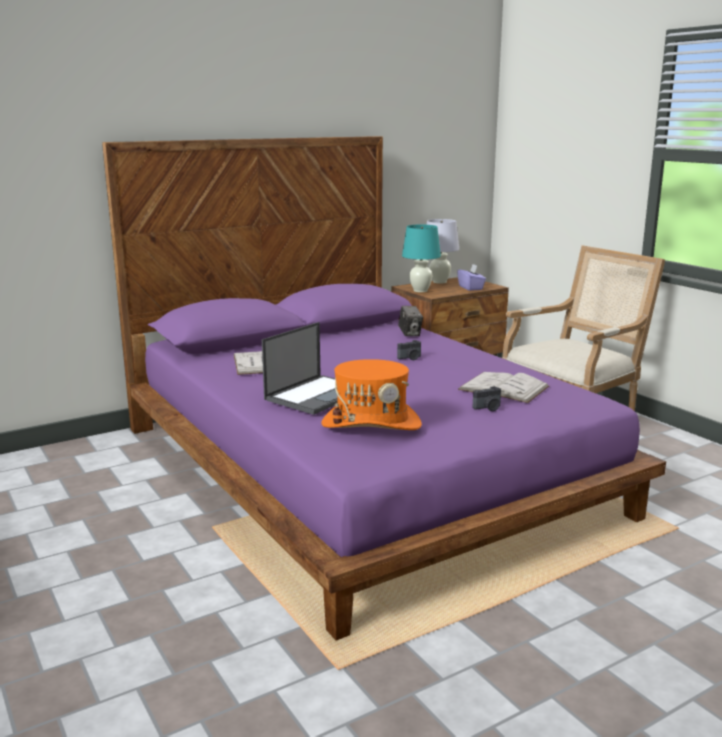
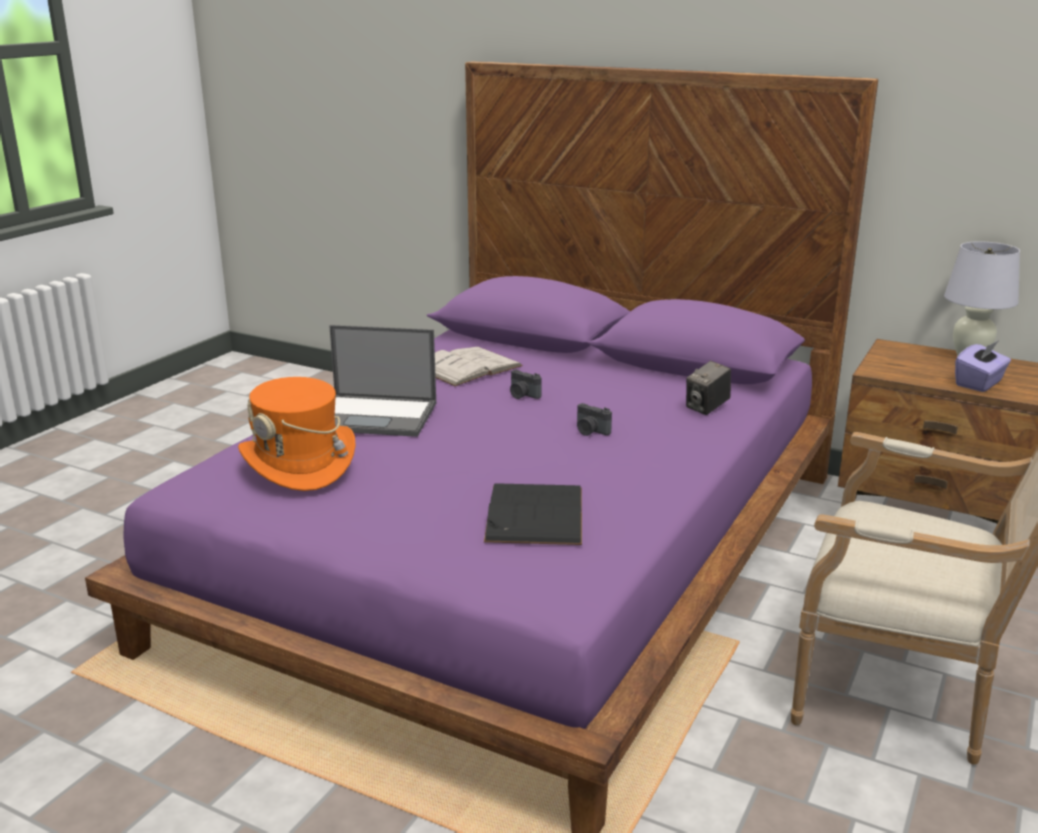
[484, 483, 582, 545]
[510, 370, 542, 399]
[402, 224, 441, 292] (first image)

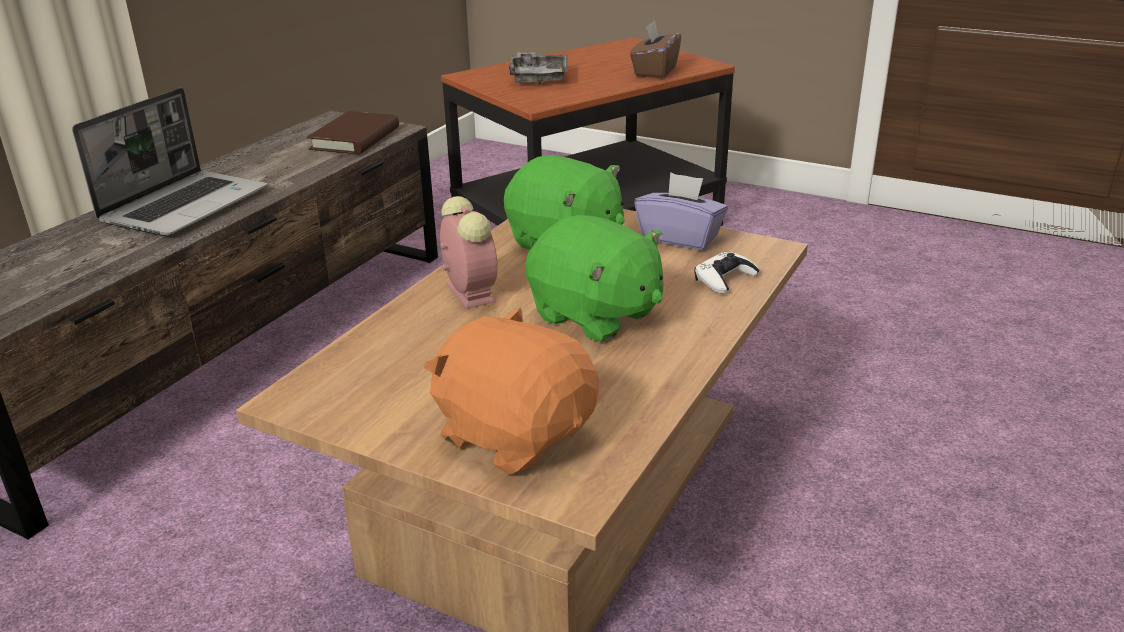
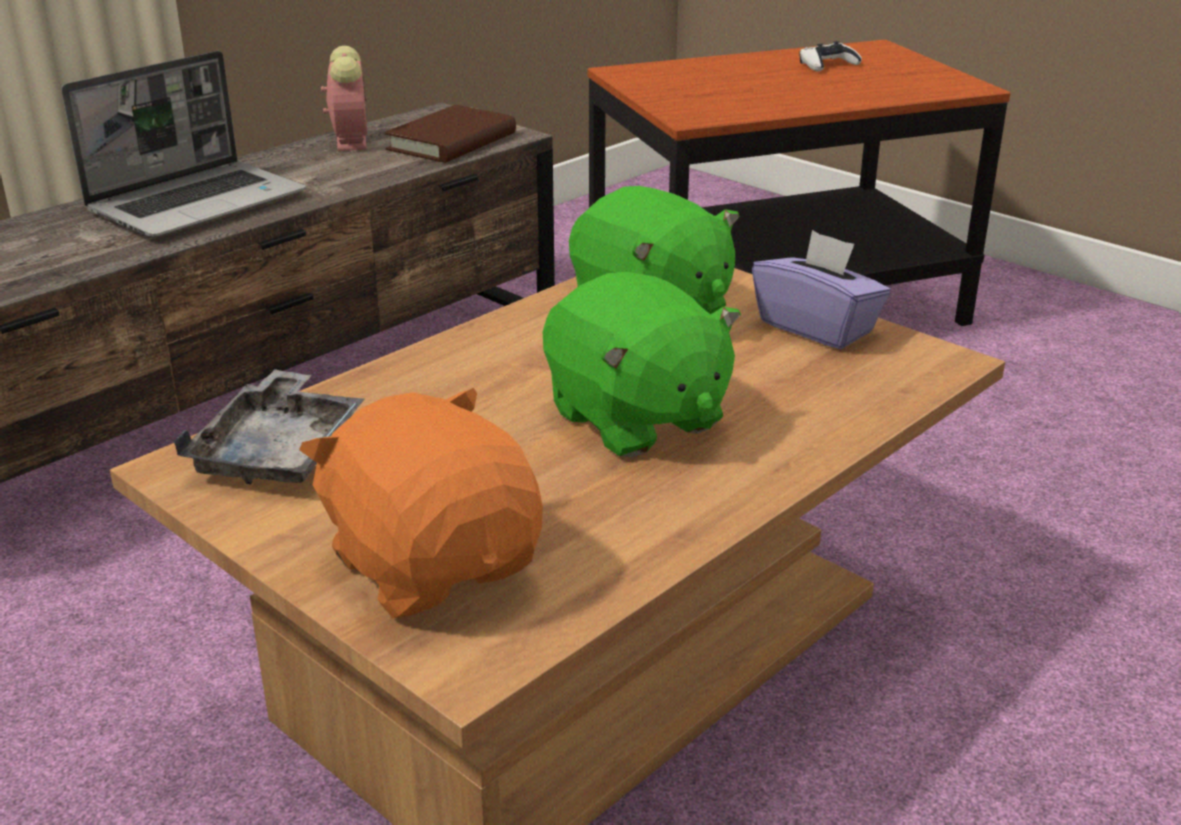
[173, 369, 365, 484]
[321, 46, 367, 151]
[799, 41, 862, 72]
[630, 21, 681, 78] (first image)

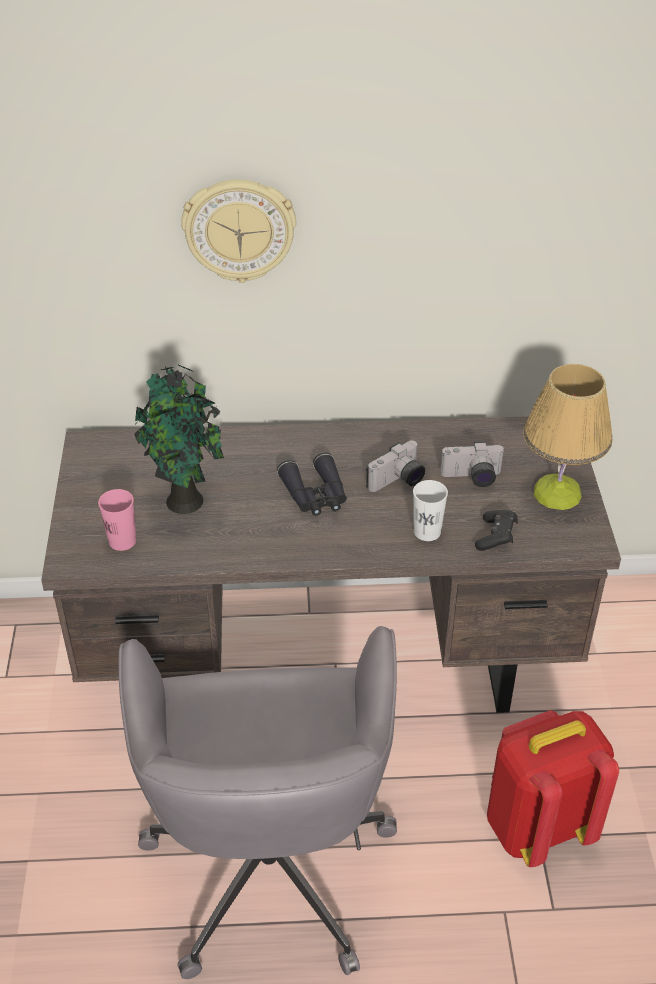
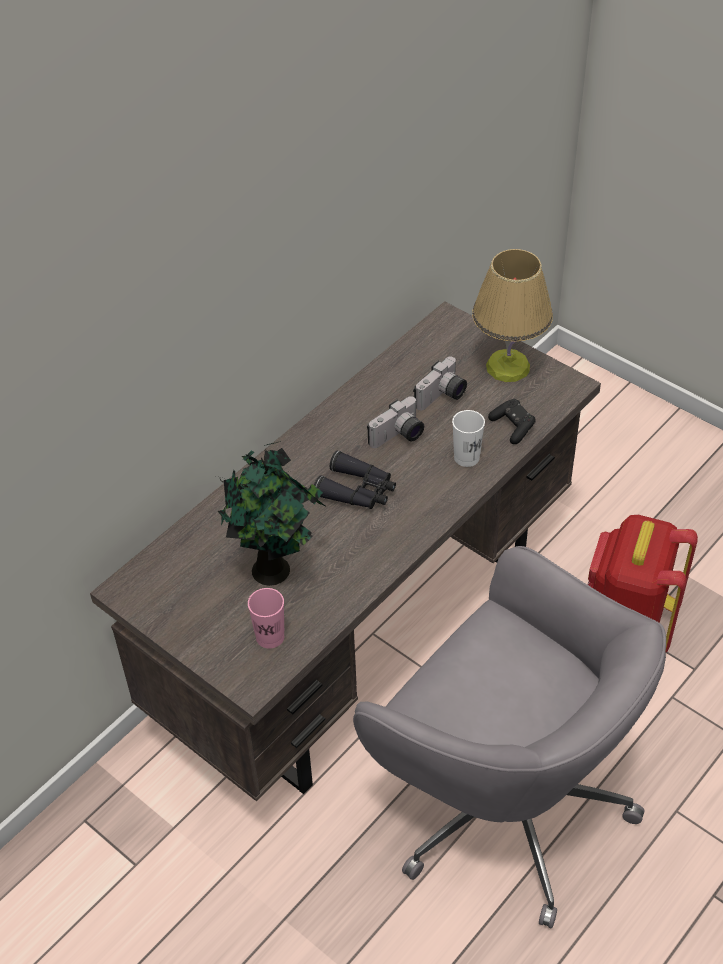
[367, 396, 424, 448]
[181, 179, 296, 283] (first image)

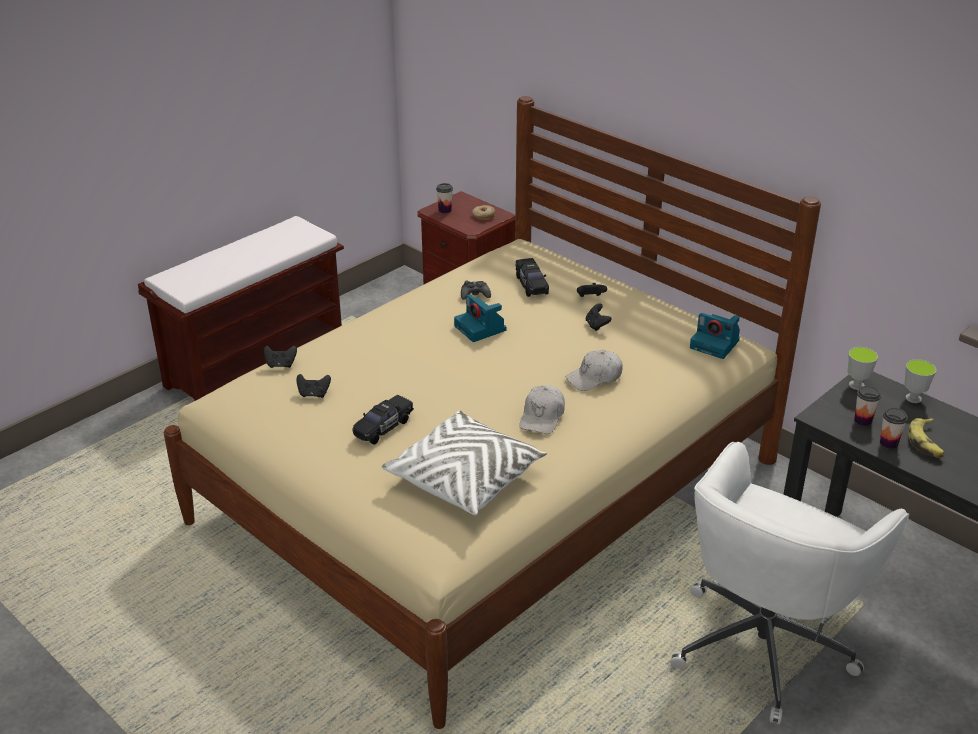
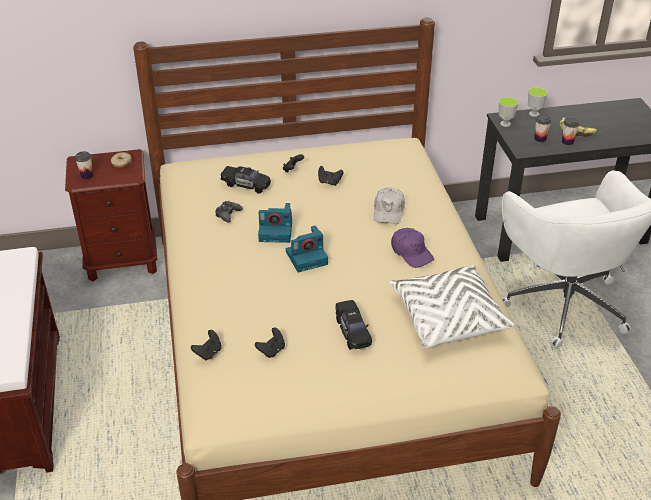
[286, 226, 328, 272]
[391, 228, 434, 268]

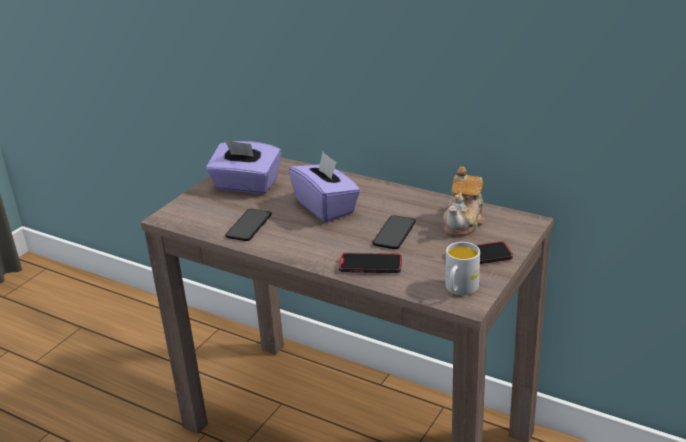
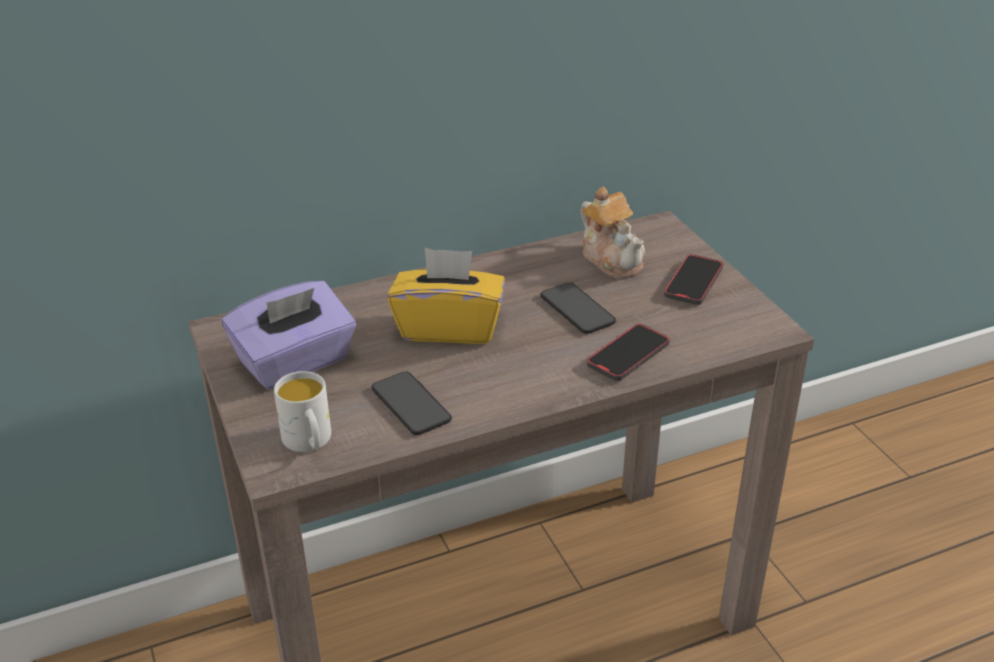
[274, 371, 331, 452]
[387, 248, 505, 344]

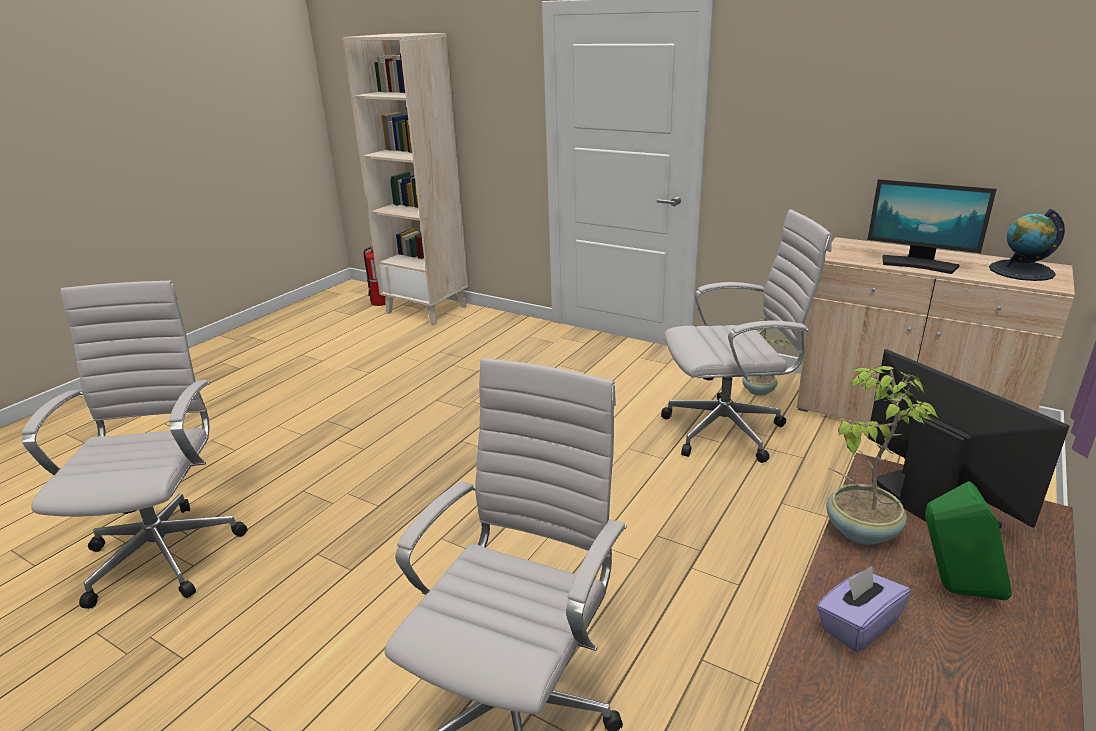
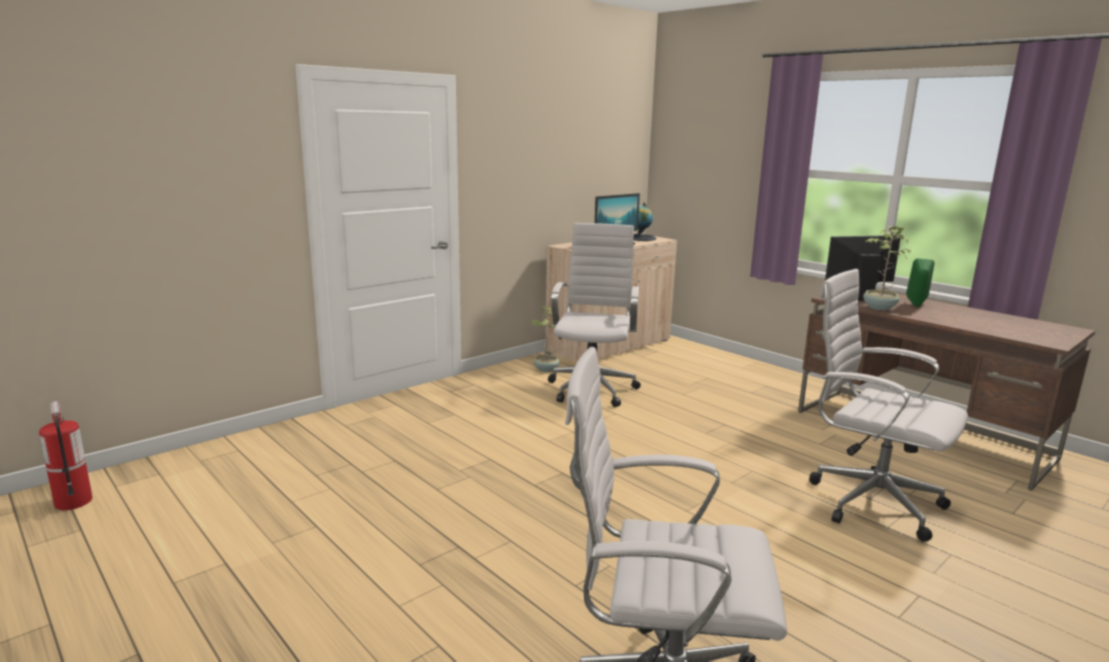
[342, 33, 468, 325] (first image)
[816, 566, 911, 653] (first image)

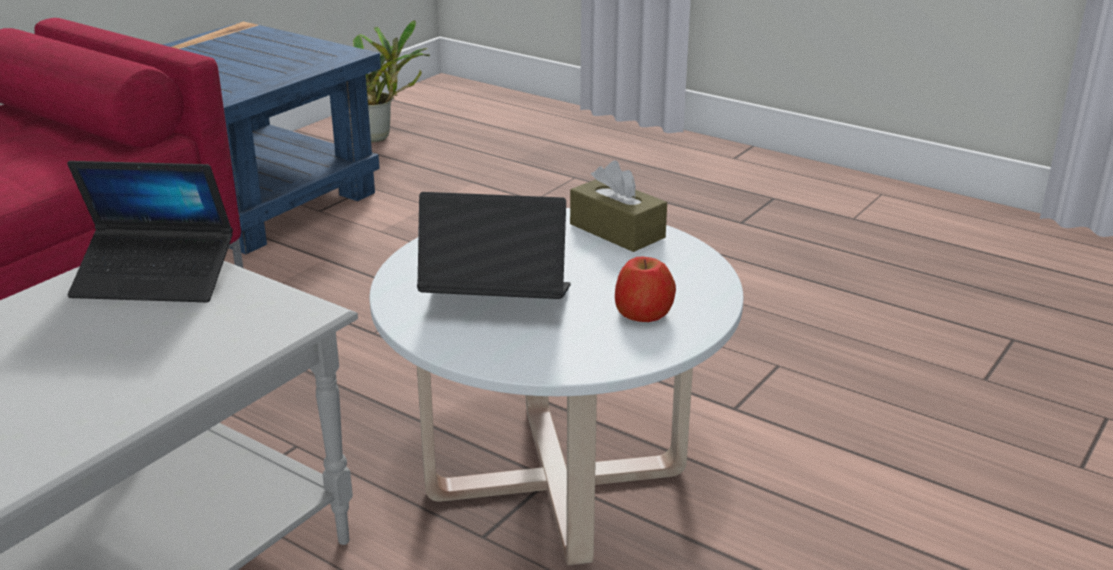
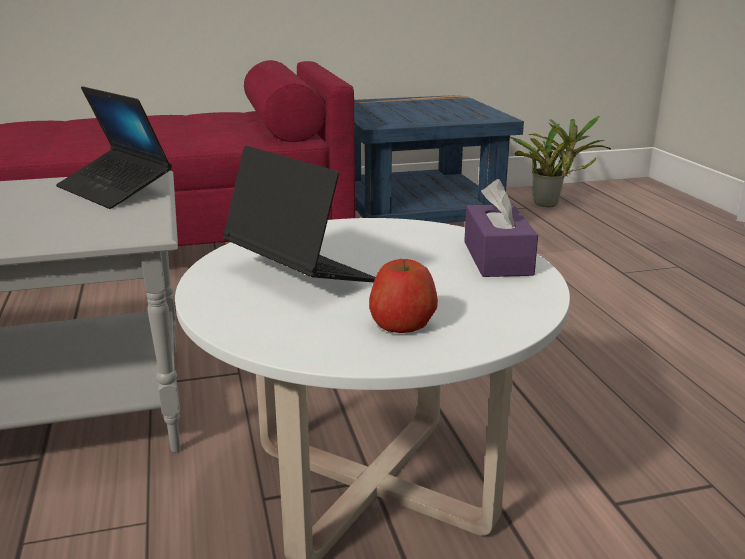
[464, 179, 538, 277]

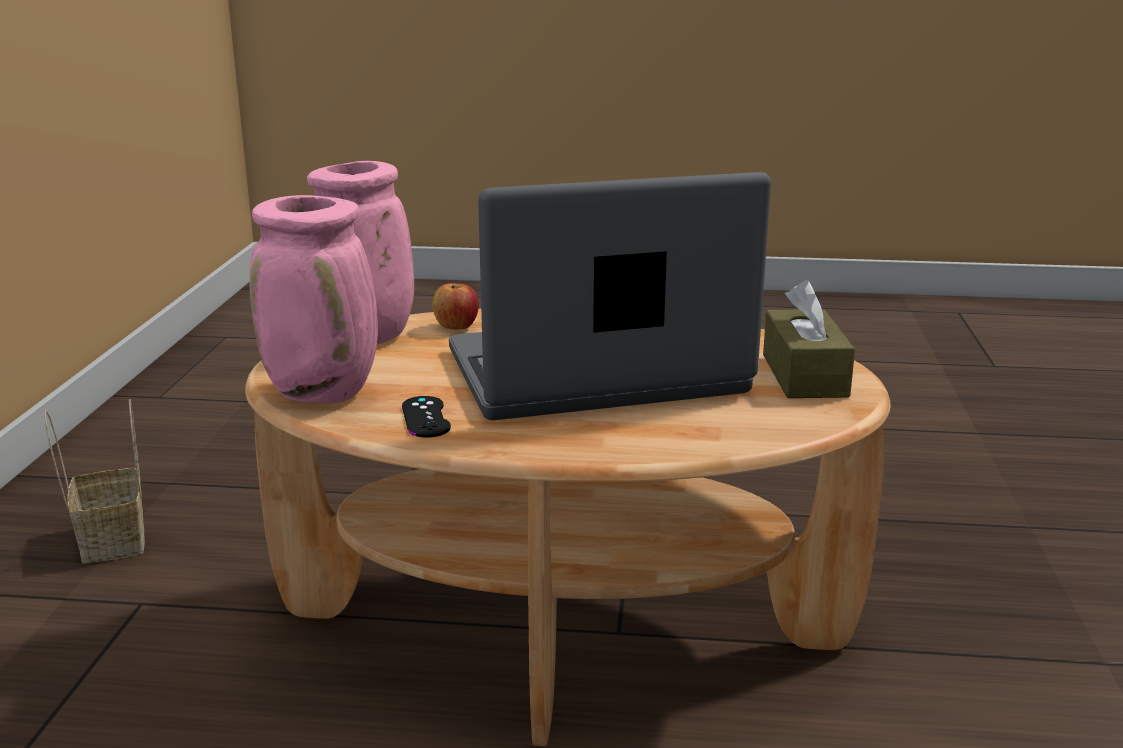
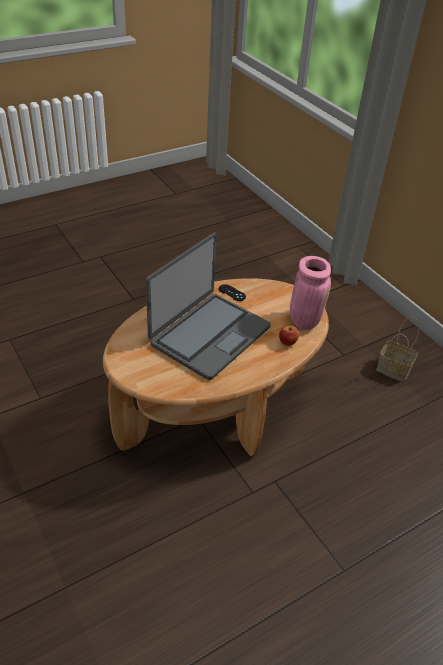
[249, 195, 378, 404] (first image)
[763, 280, 855, 398] (first image)

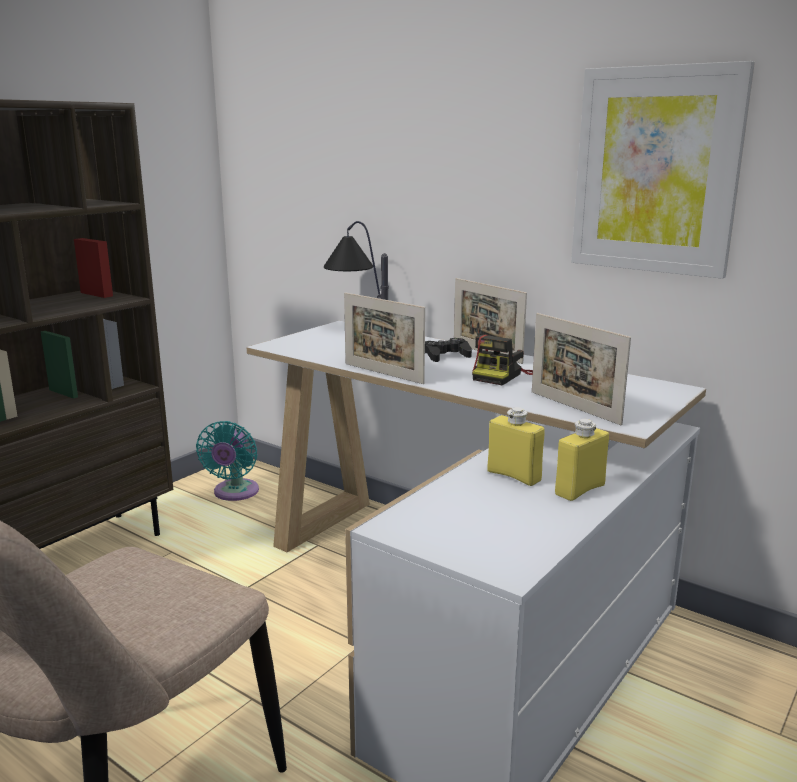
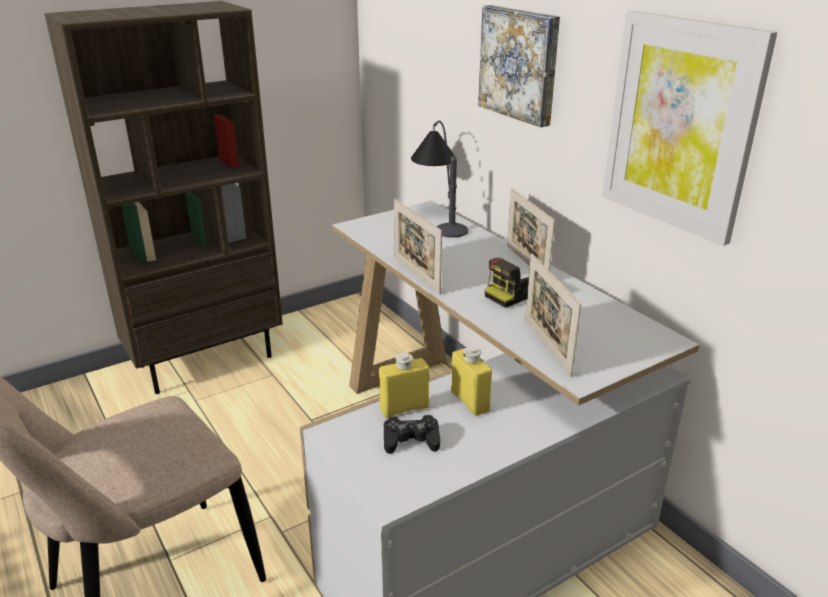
[379, 353, 430, 418]
[384, 415, 440, 454]
[478, 5, 560, 127]
[196, 421, 259, 501] (first image)

